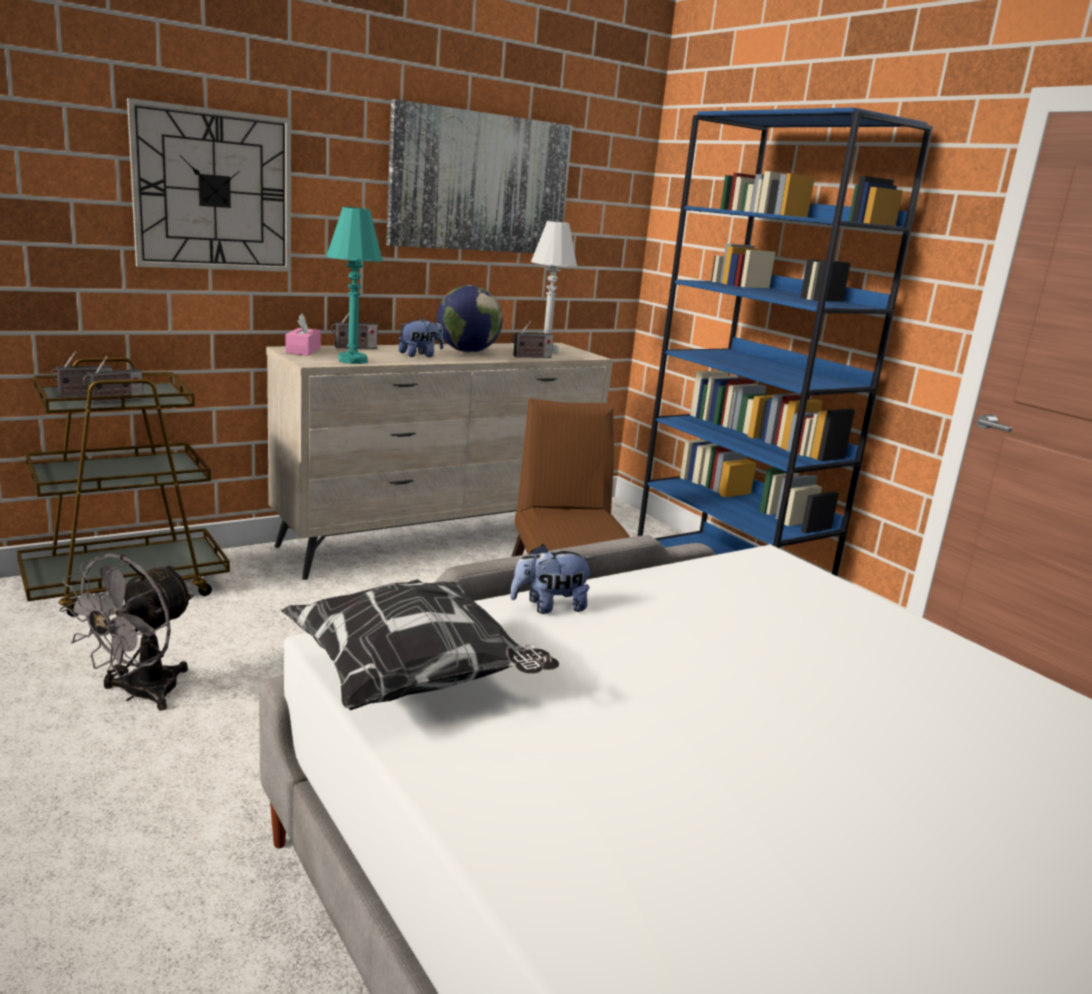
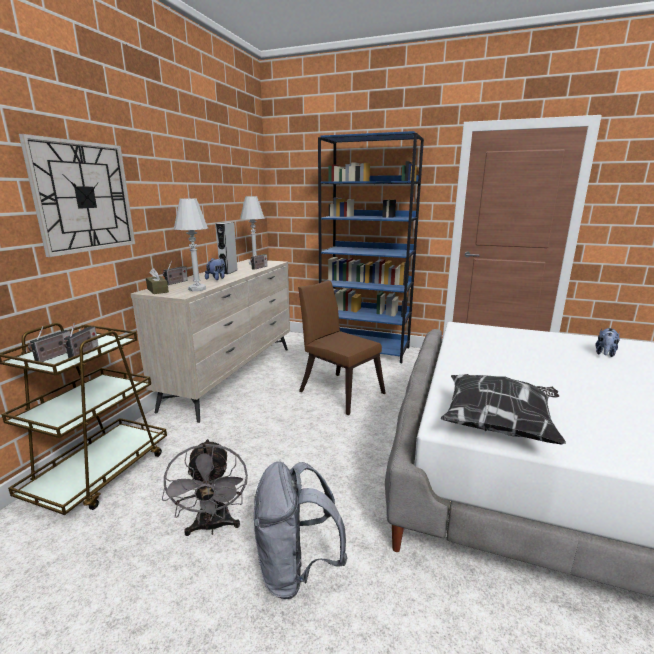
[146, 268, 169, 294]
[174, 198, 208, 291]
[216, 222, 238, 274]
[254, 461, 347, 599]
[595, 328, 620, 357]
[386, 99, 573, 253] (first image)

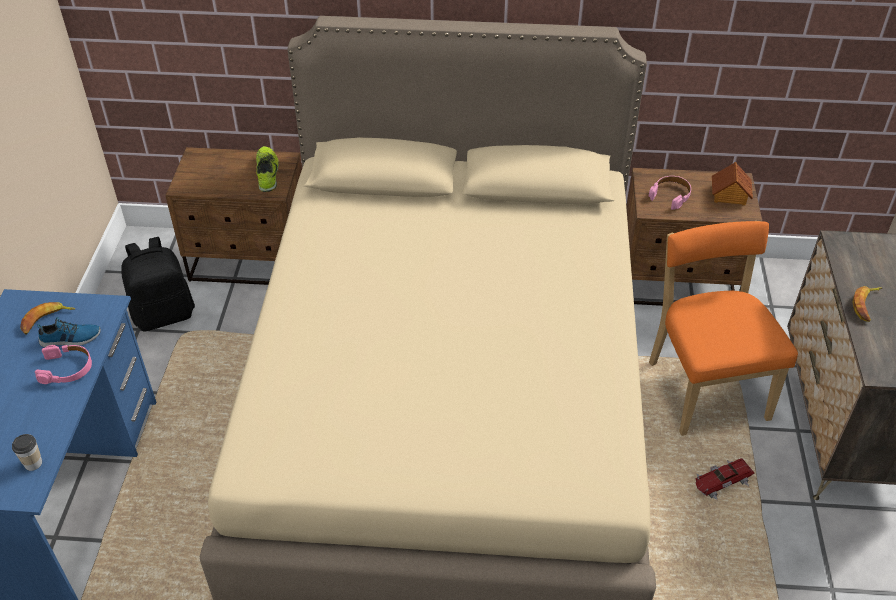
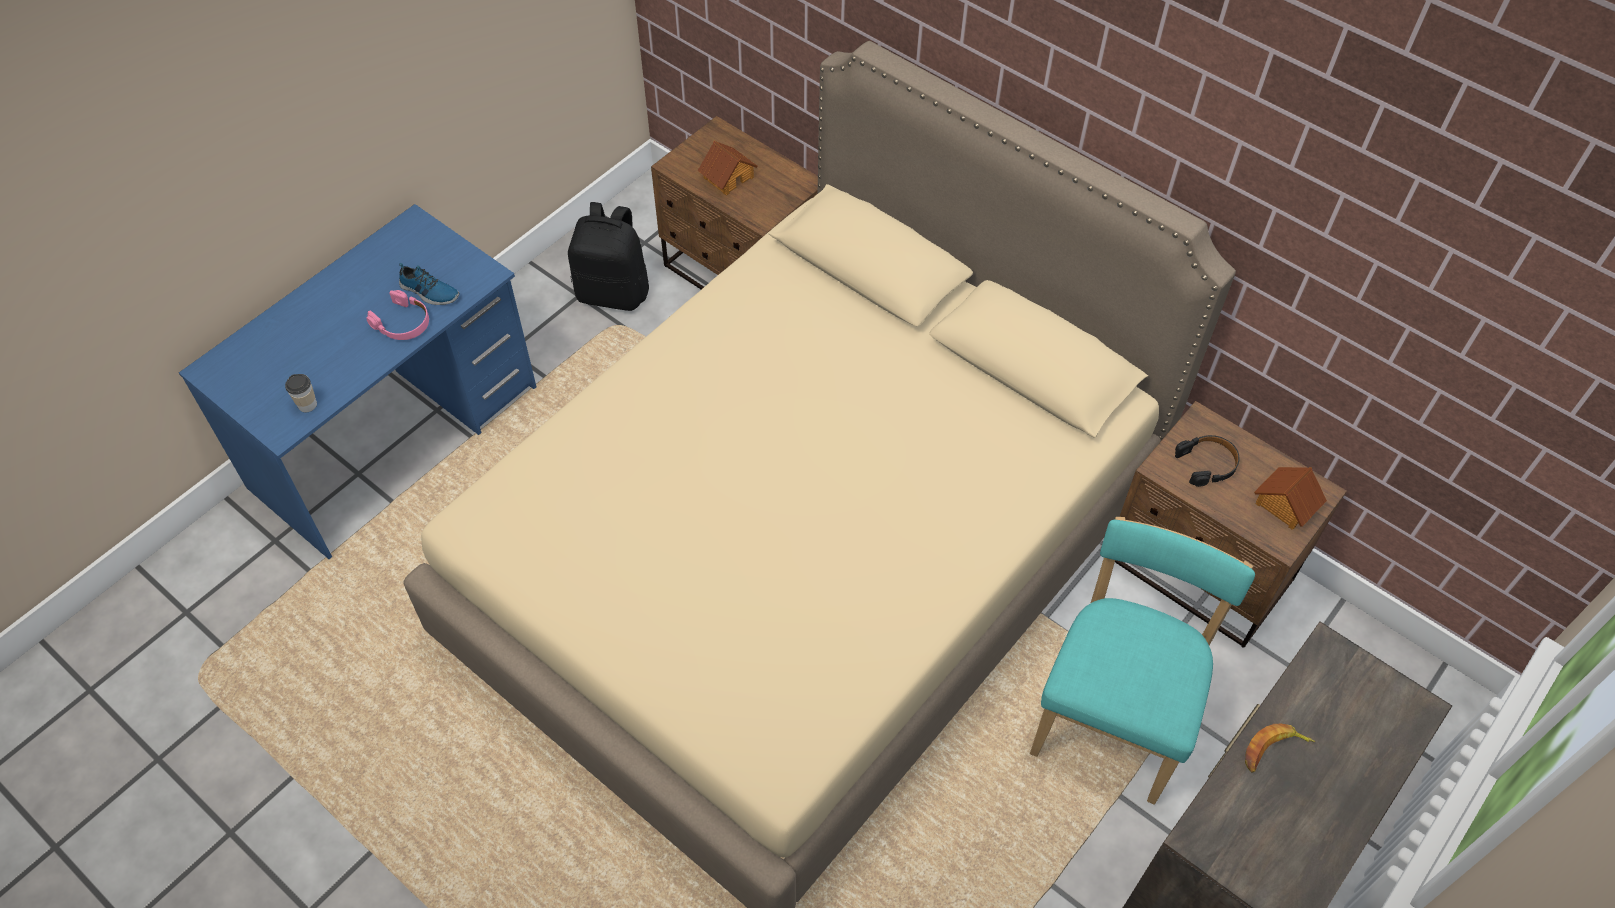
[698, 141, 757, 195]
[1030, 517, 1255, 805]
[1175, 435, 1240, 487]
[20, 302, 75, 335] (first image)
[256, 146, 279, 192] (first image)
[695, 458, 755, 500] (first image)

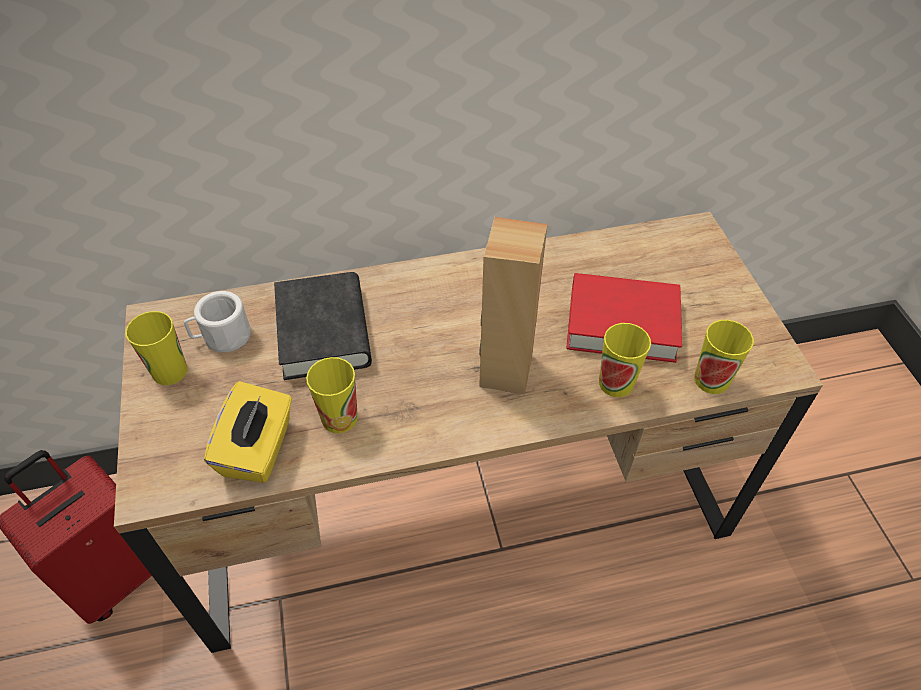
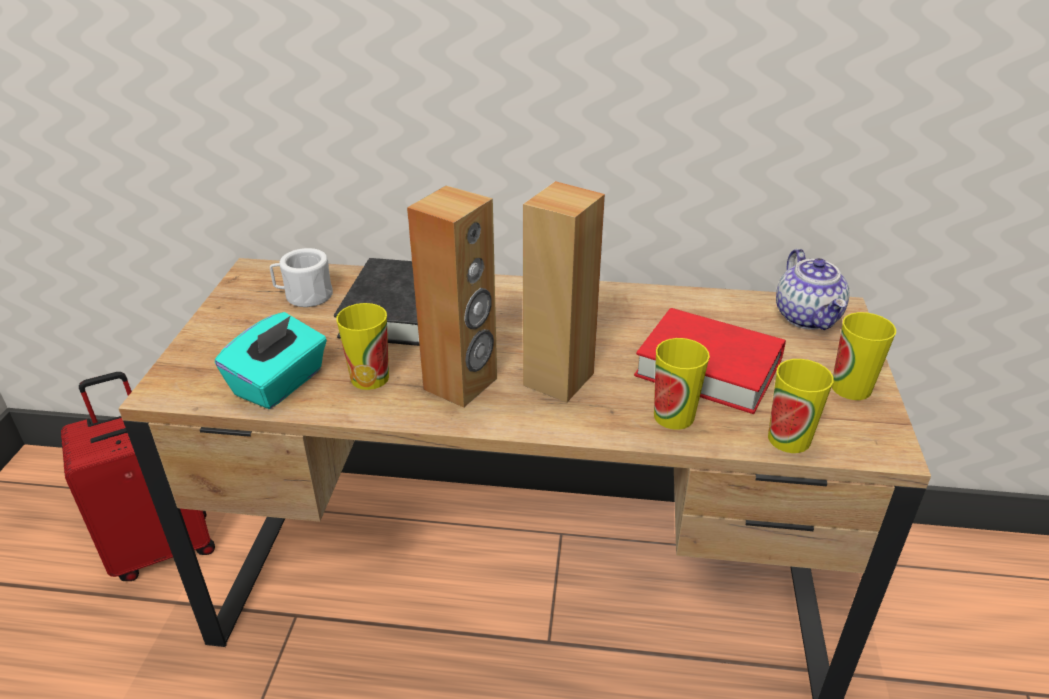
[215, 312, 327, 409]
[407, 186, 497, 408]
[776, 249, 849, 330]
[832, 312, 896, 400]

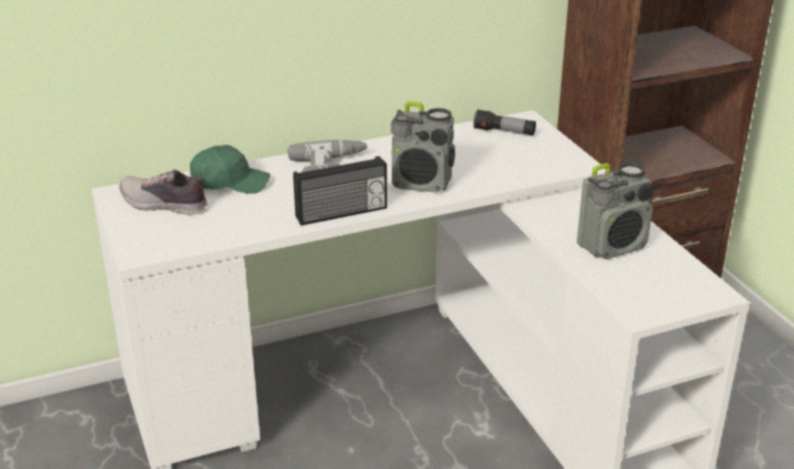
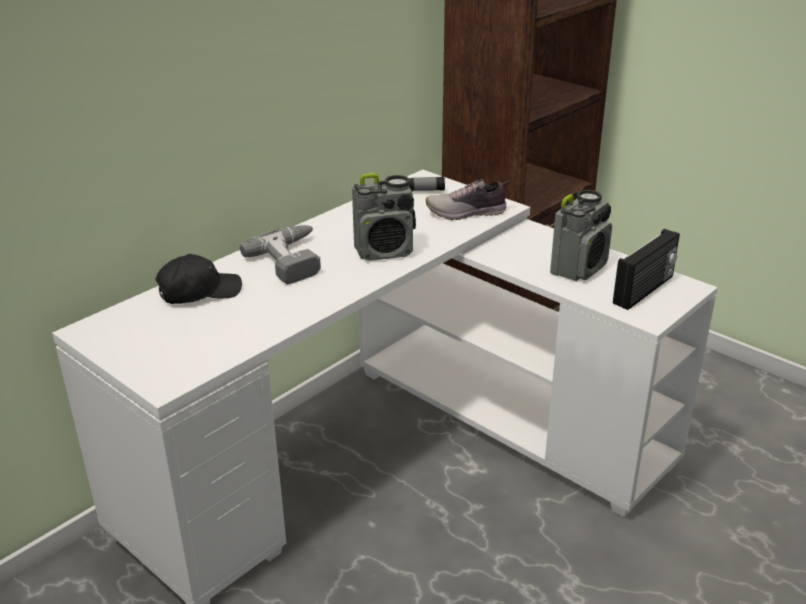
[155, 254, 242, 304]
[426, 179, 510, 220]
[613, 229, 680, 310]

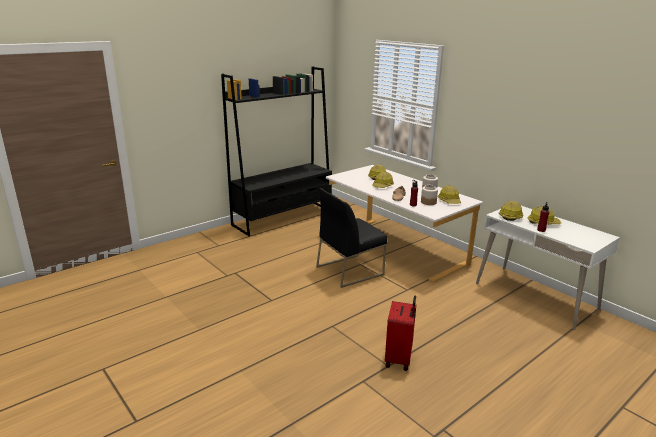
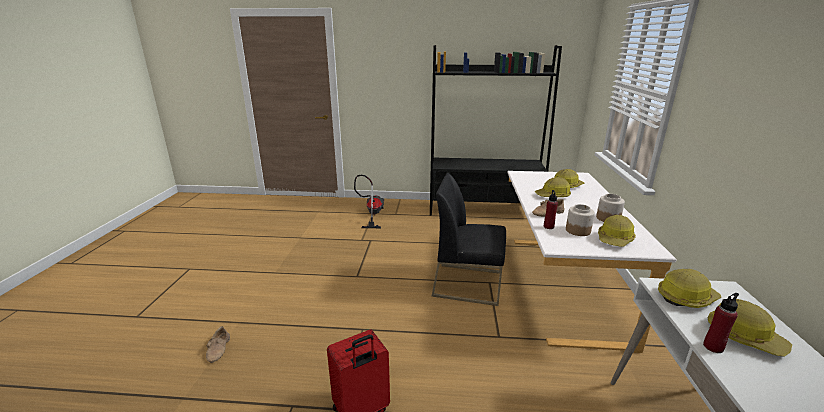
[206, 326, 230, 363]
[354, 175, 384, 228]

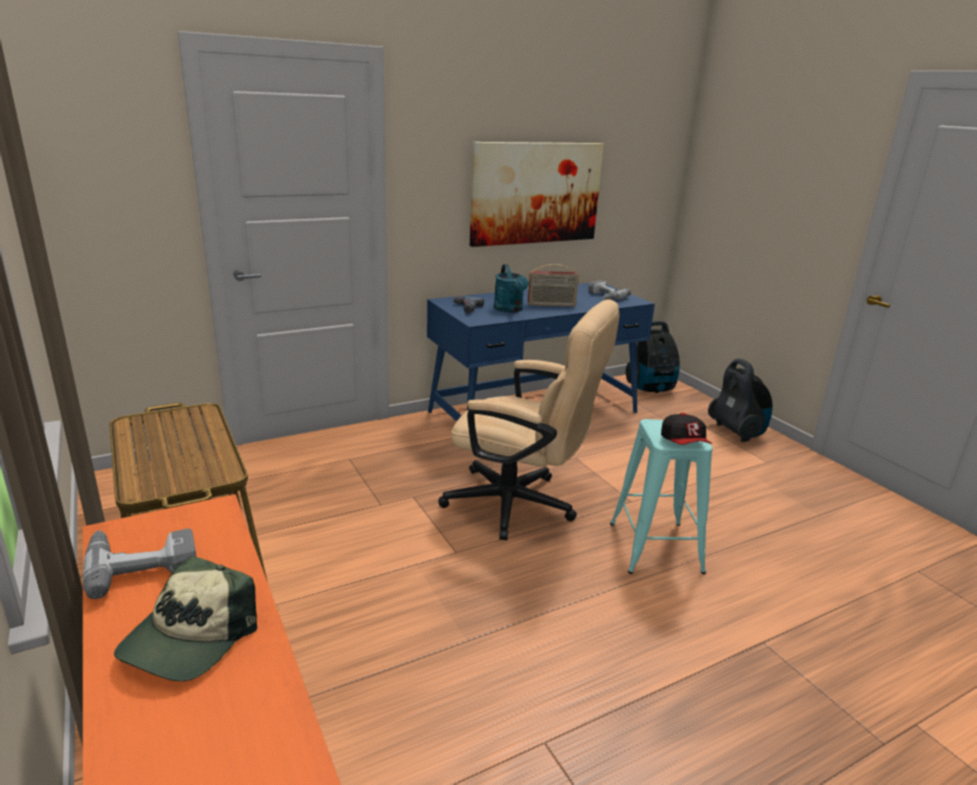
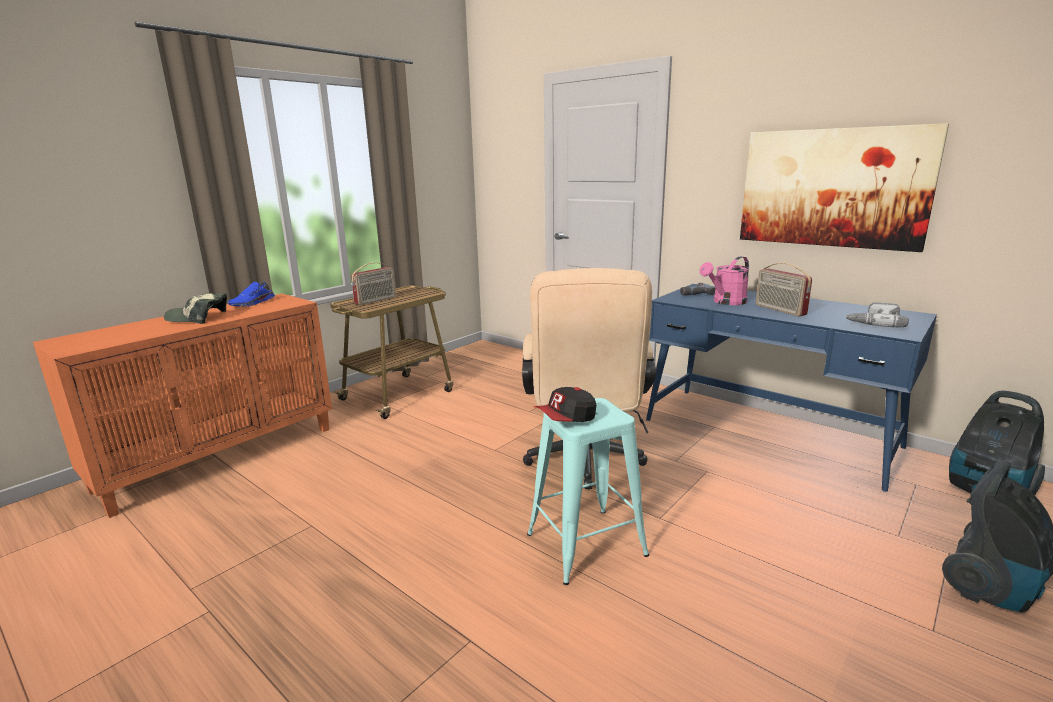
[228, 281, 275, 307]
[351, 262, 396, 305]
[700, 256, 749, 305]

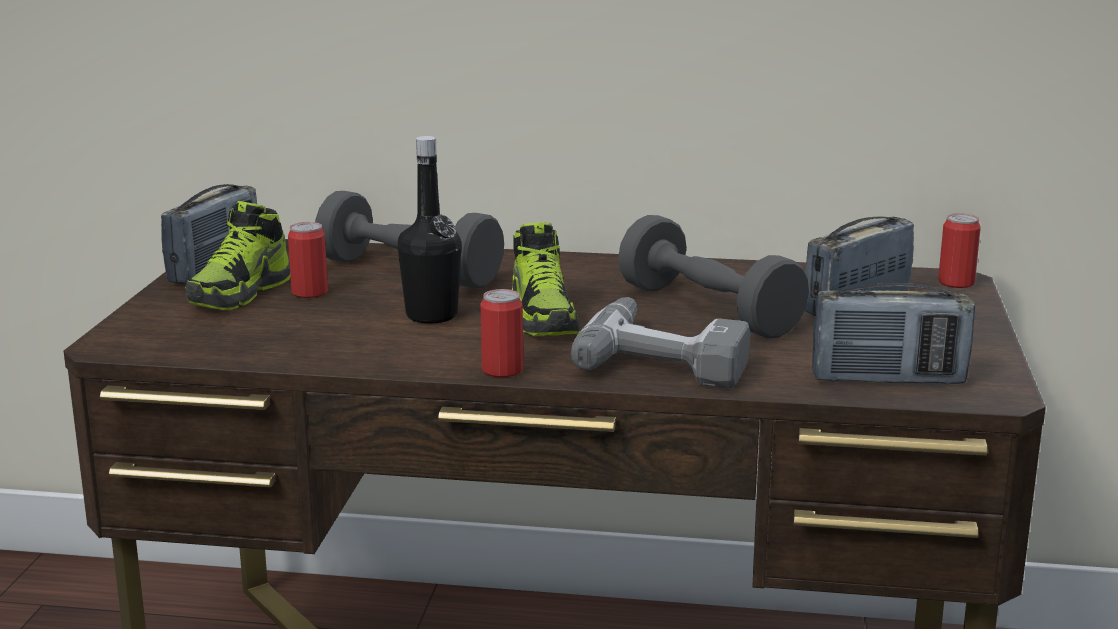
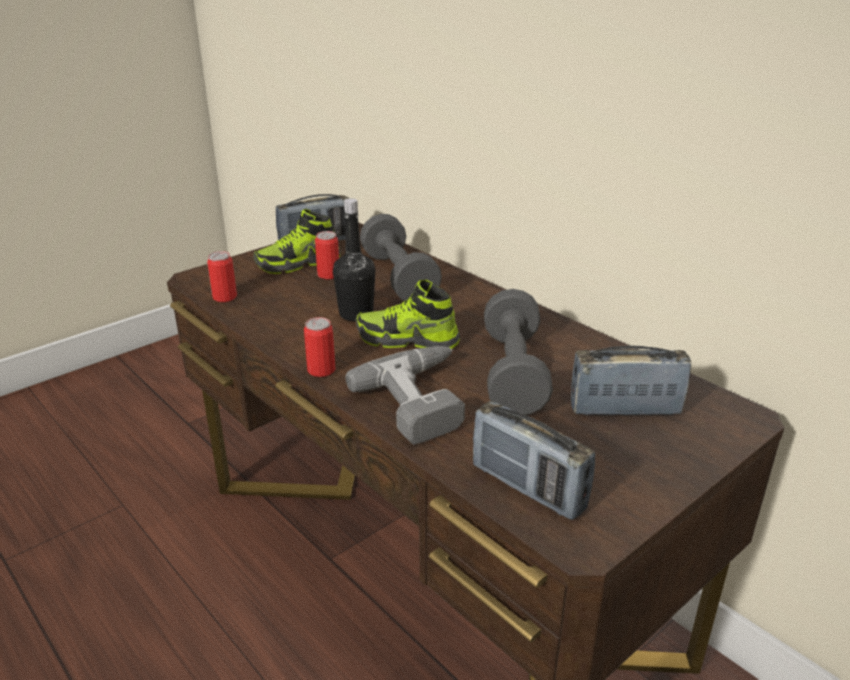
[207, 251, 237, 302]
[355, 280, 460, 349]

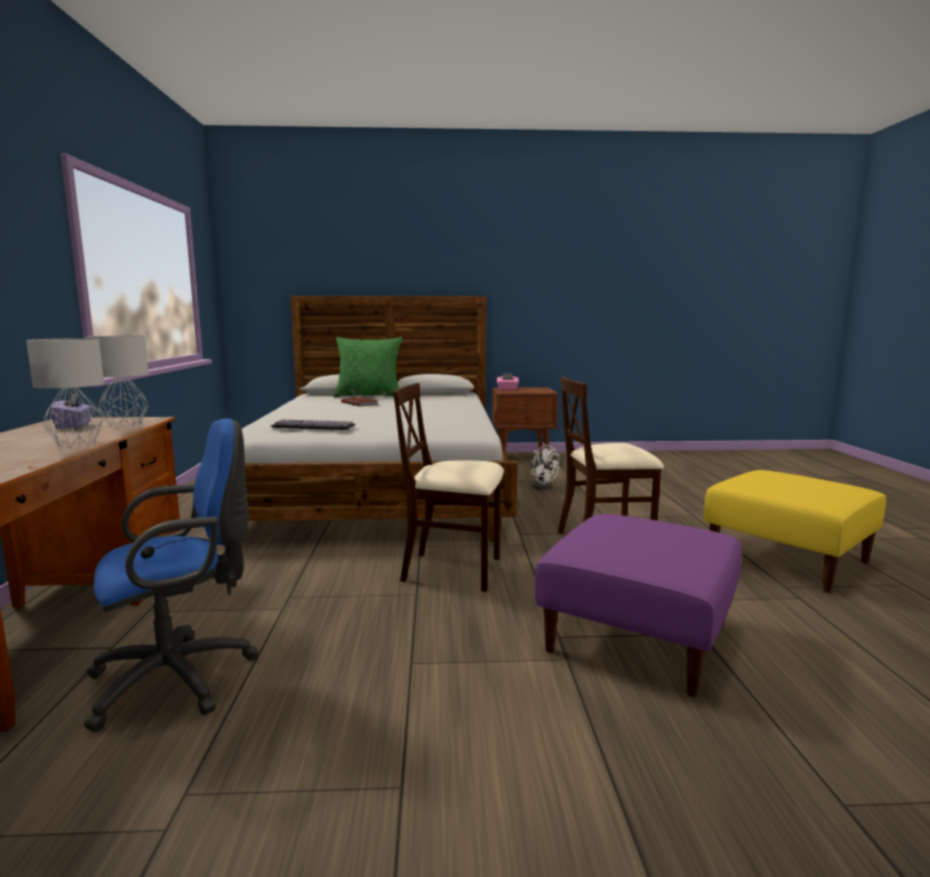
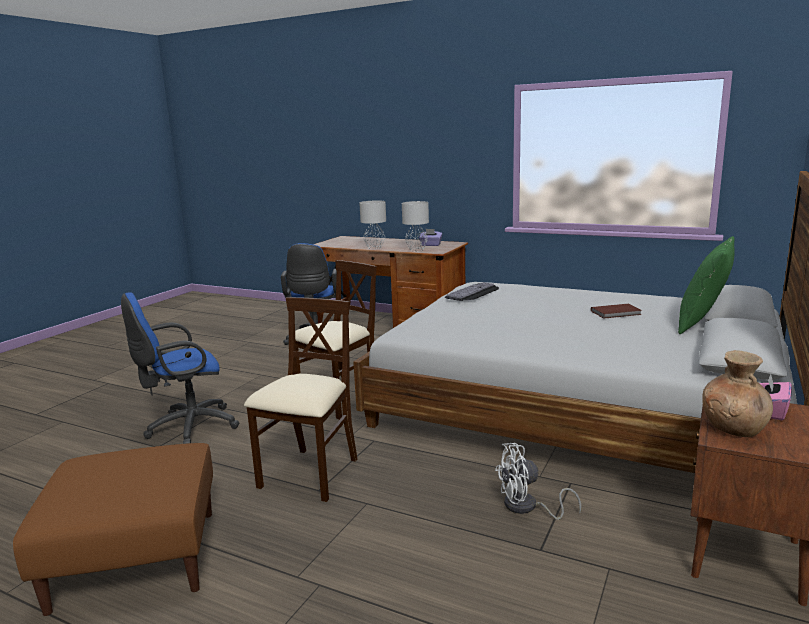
[13, 443, 213, 616]
[121, 292, 240, 444]
[702, 350, 773, 437]

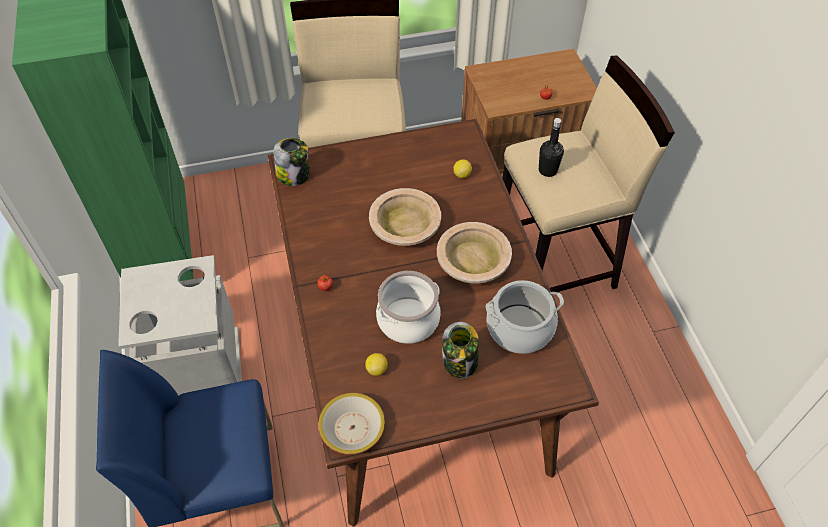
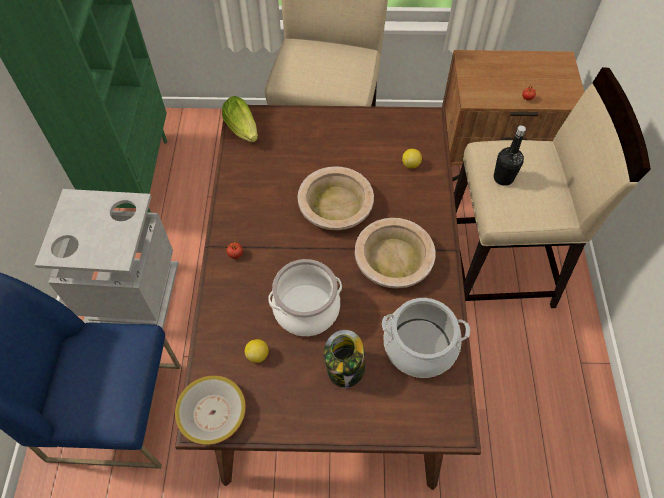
[222, 96, 258, 142]

